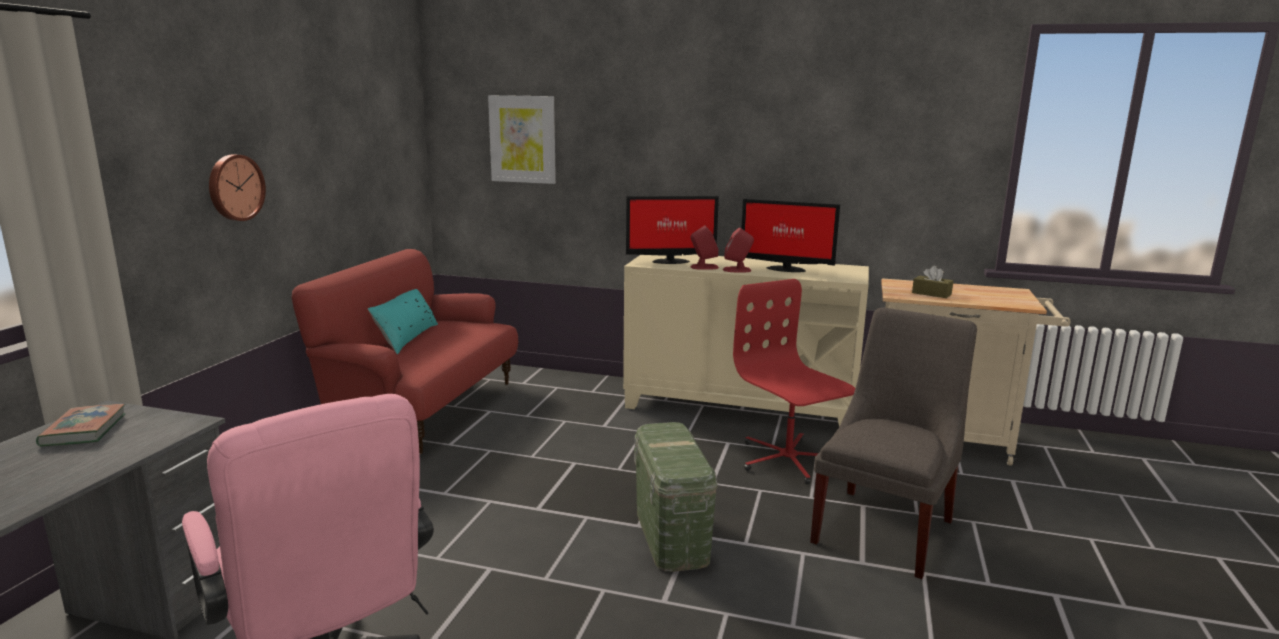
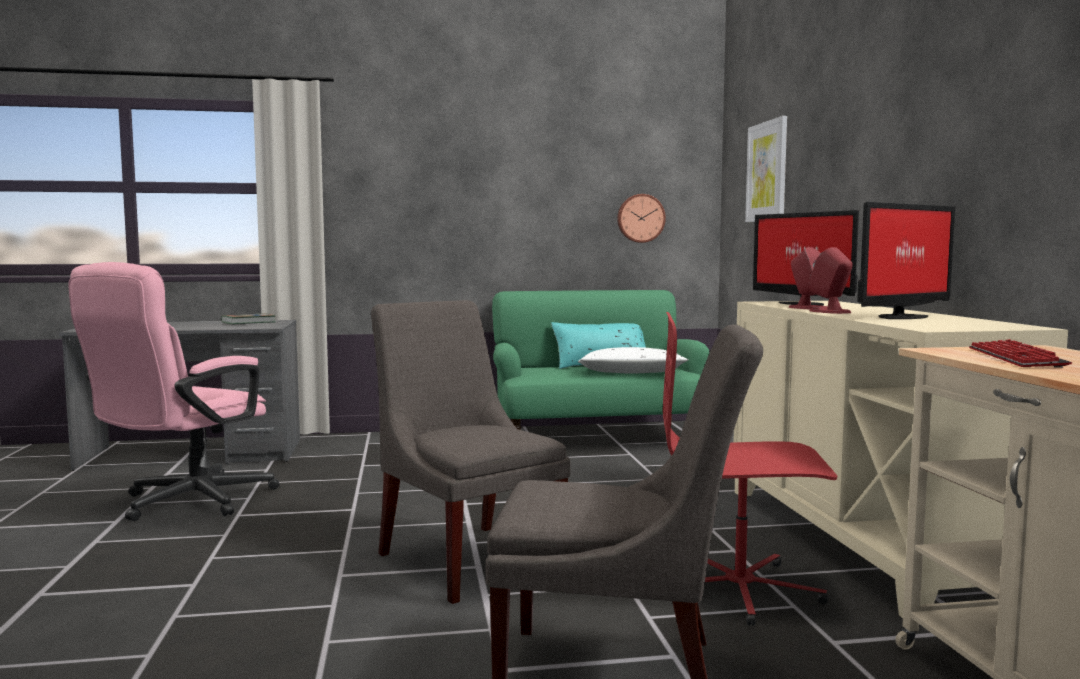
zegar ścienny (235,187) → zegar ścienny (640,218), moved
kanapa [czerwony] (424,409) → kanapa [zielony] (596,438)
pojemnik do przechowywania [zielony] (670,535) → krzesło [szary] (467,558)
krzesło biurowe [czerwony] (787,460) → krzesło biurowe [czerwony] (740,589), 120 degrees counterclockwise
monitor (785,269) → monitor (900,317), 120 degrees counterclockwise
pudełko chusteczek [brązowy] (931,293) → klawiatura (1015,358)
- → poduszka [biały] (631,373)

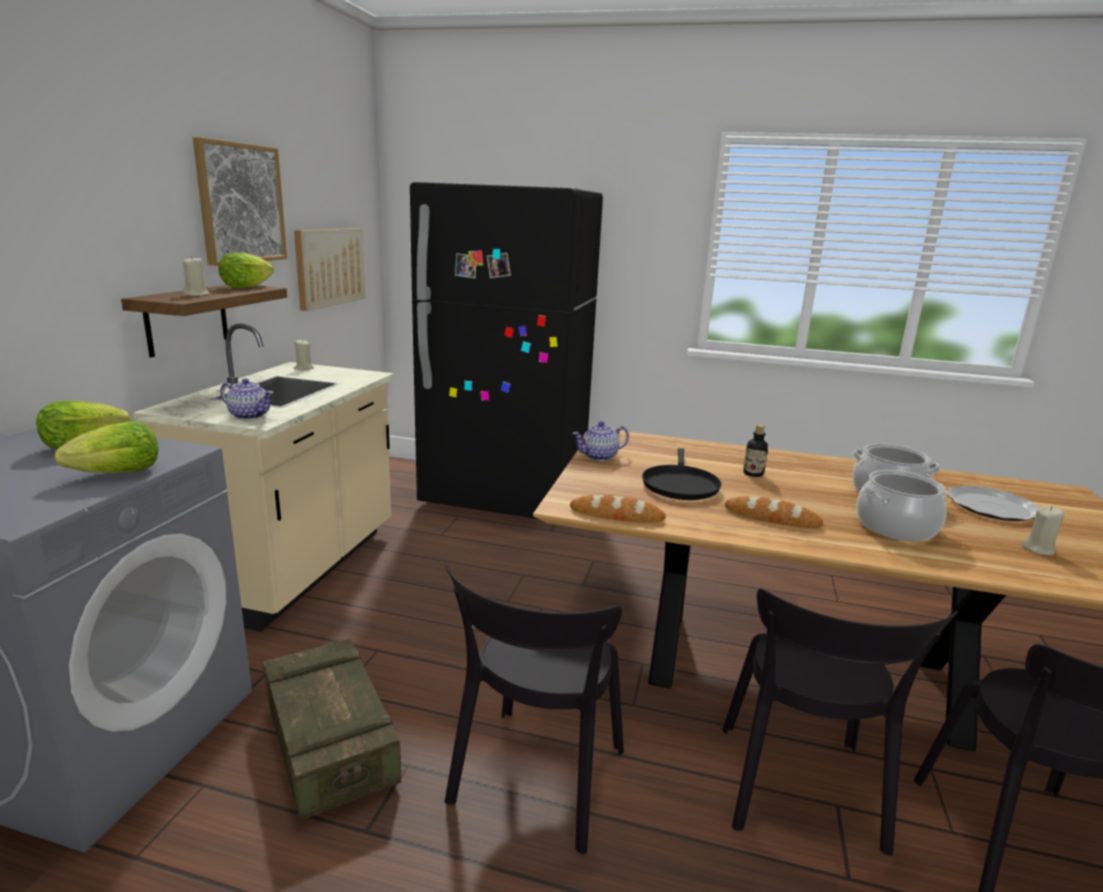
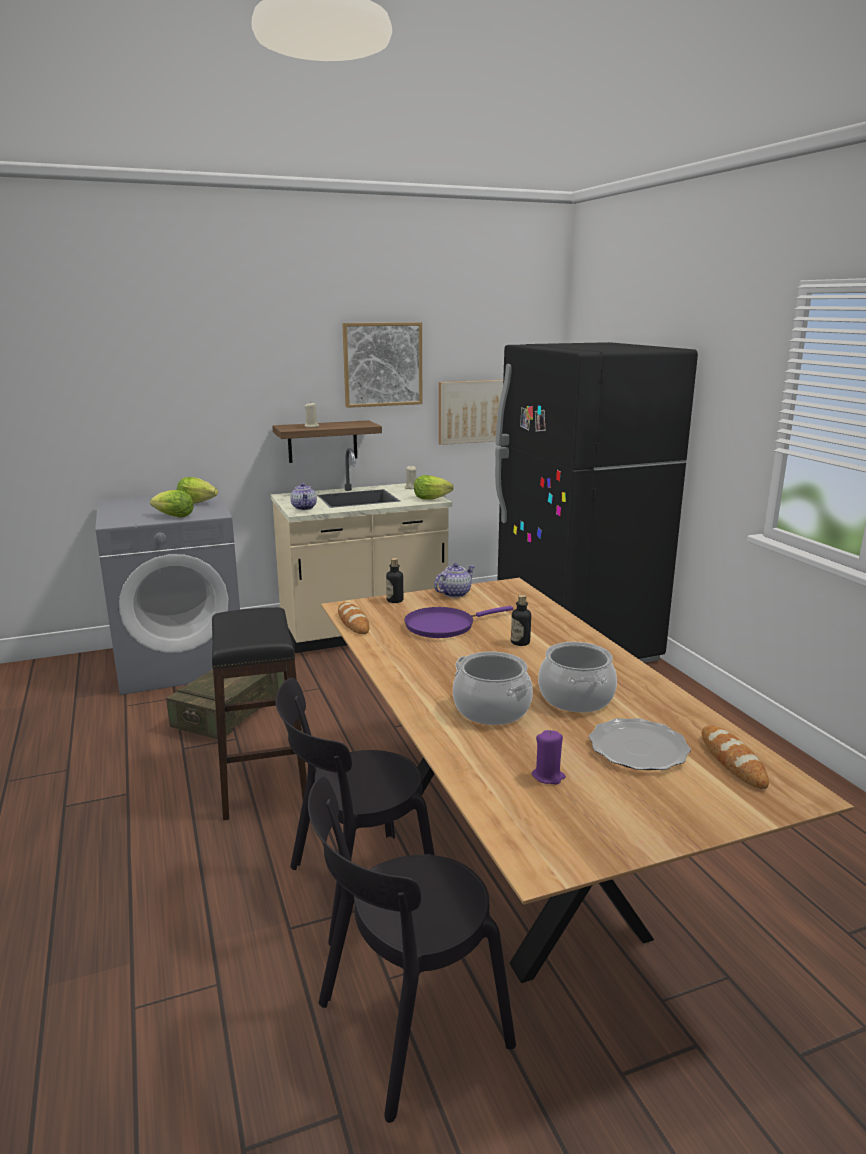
sałata (246,287) → sałata (431,498), moved
krzesło [czarny] (535,782) → stołek [czarny] (262,781)
imbryk (599,456) → imbryk (454,593), 105 degrees clockwise
patelnia [czarny] (679,485) → patelnia [fioletowy] (443,626)
chleb (771,517) → chleb (732,761), moved
świeca [beżowy] (1038,549) → świeca [fioletowy] (548,776)
- → butelka (395,600)

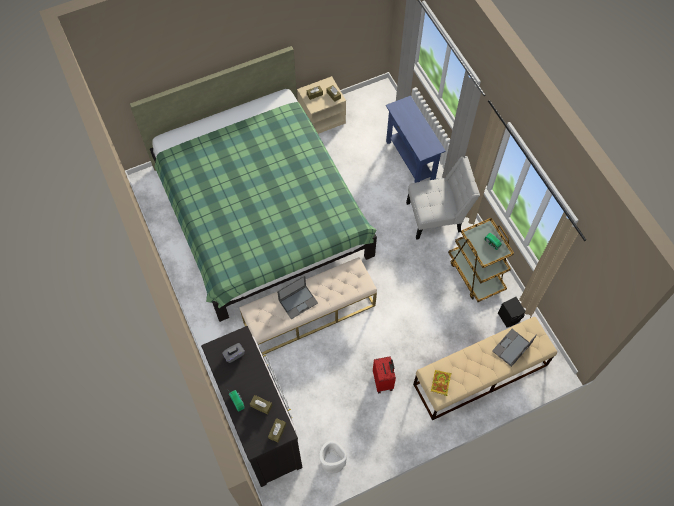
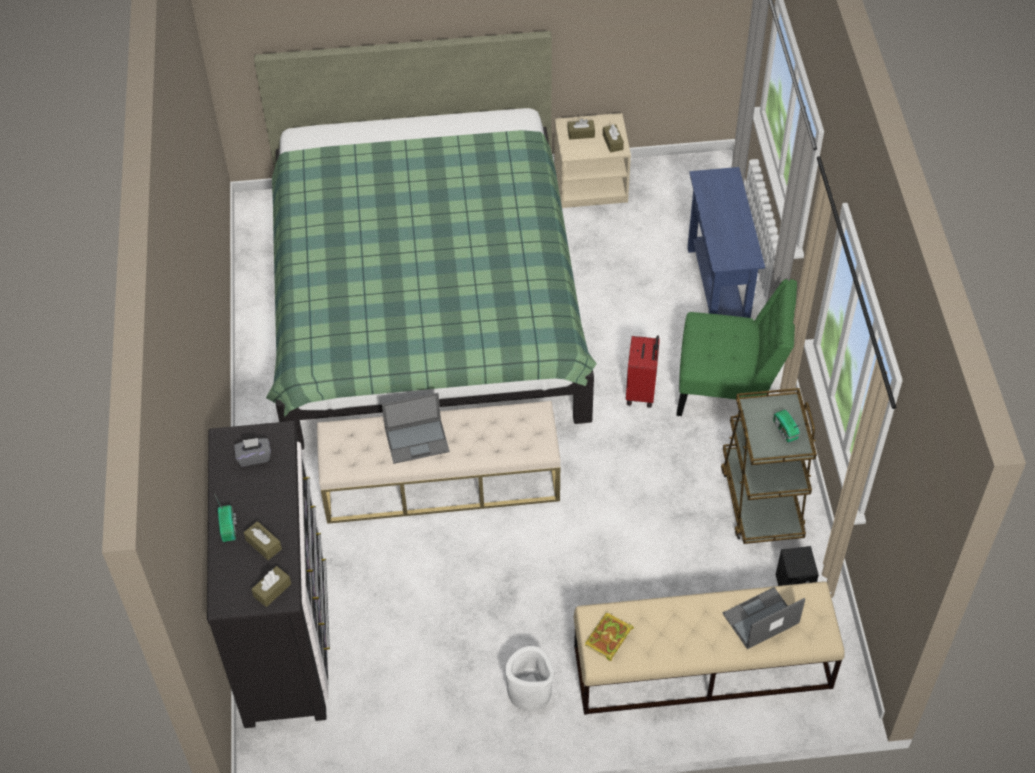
donica [biały] (333,460) → donica [biały] (530,691), moved
walizka [czerwony] (383,381) → walizka [czerwony] (642,392), moved
krzesło [biały] (437,216) → krzesło [zielony] (729,389)

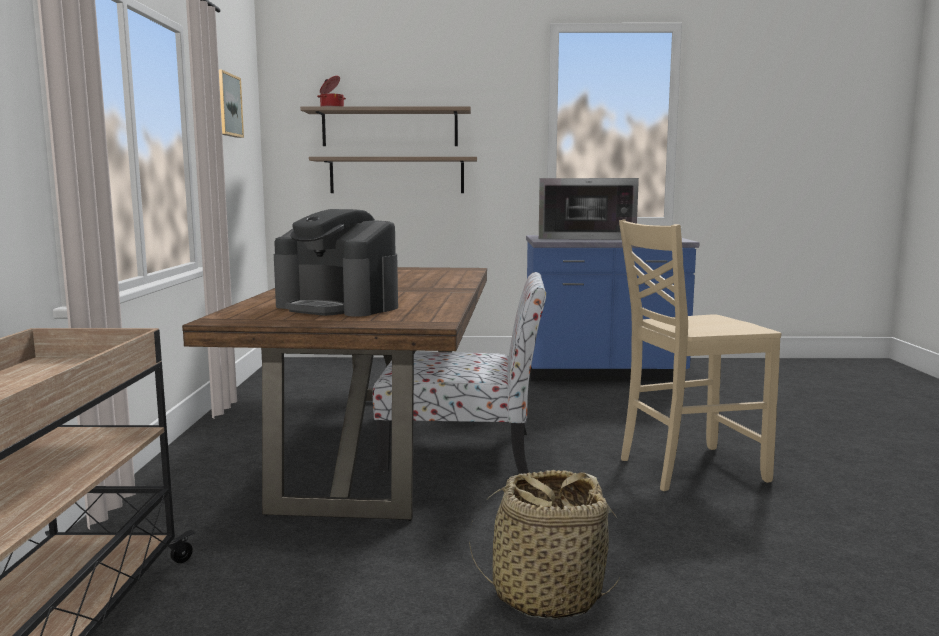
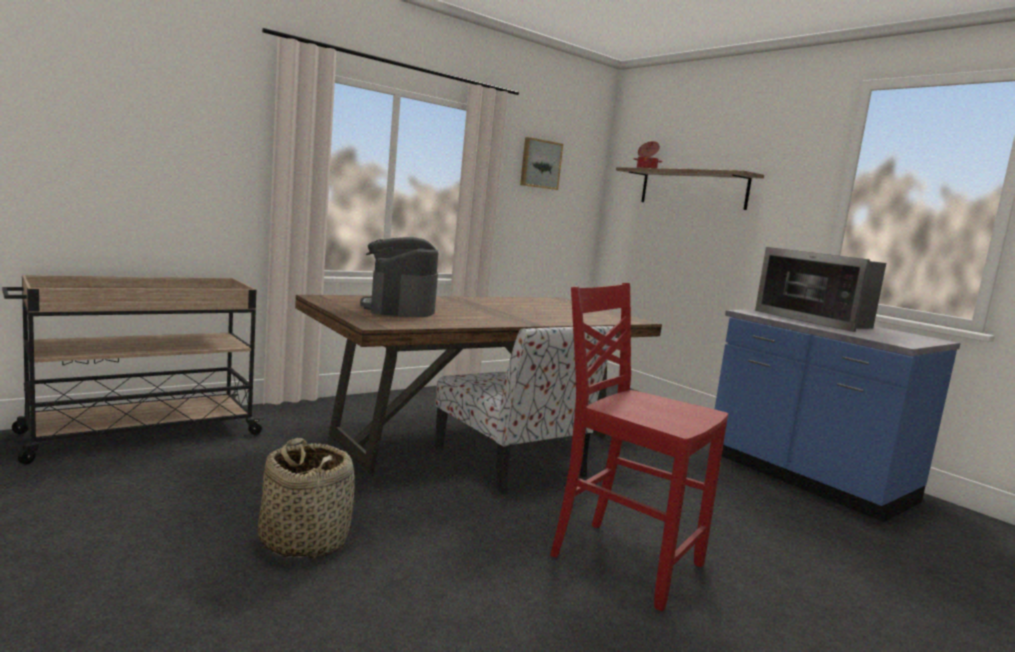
półka (397,175) → -
krzesło [beżowy] (688,469) → krzesło [czerwony] (623,560)

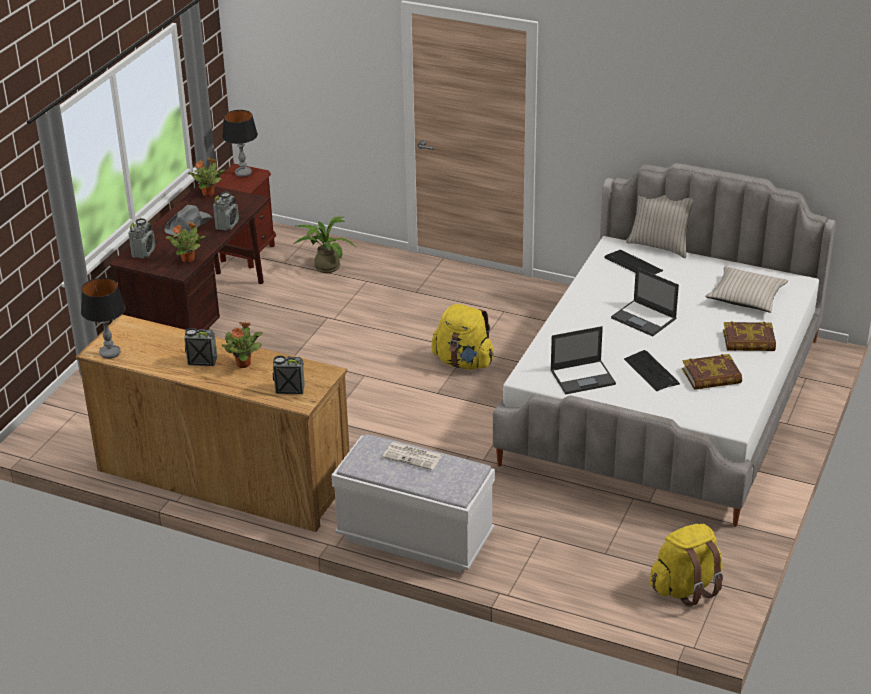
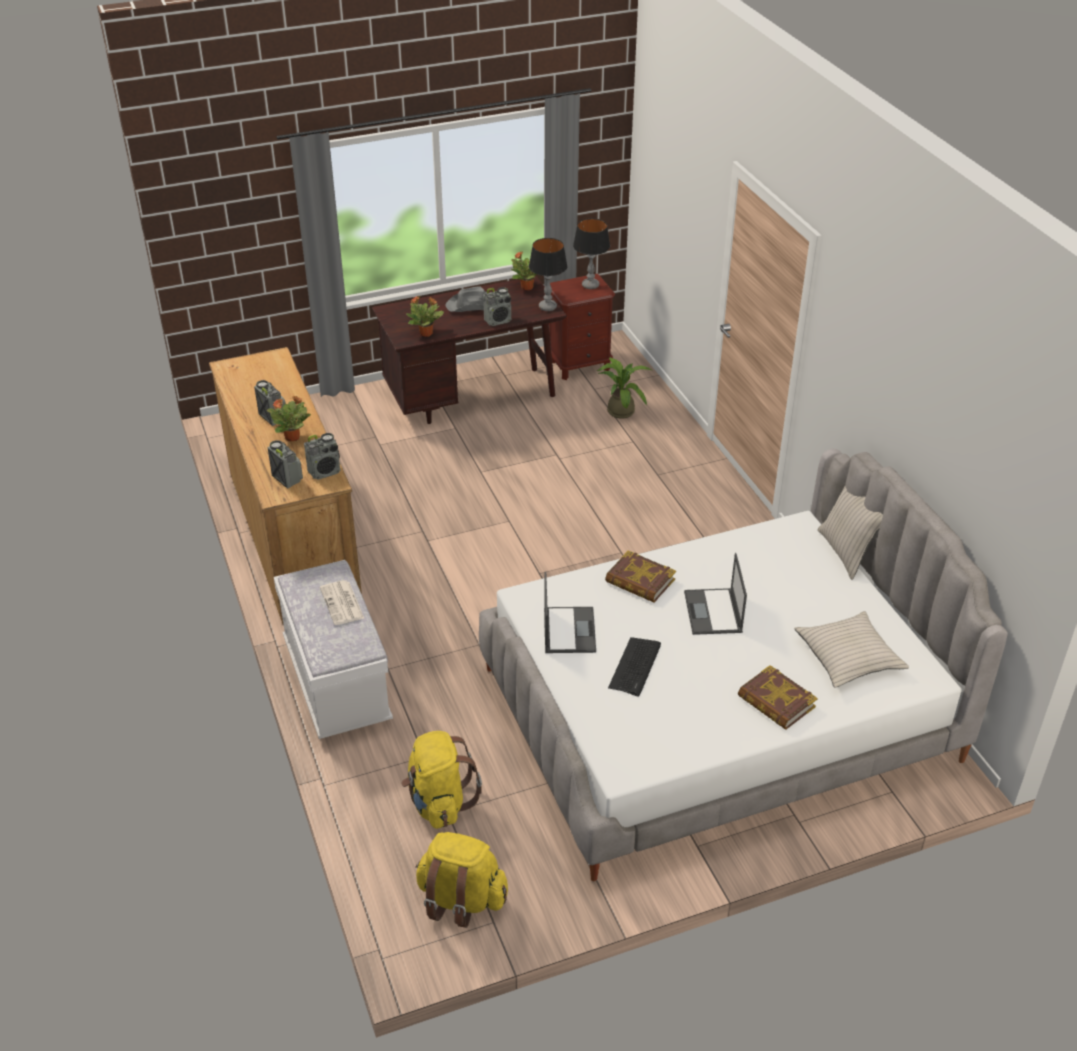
lampa stołowa (110,353) → lampa stołowa (547,307), moved
radio (144,252) → radio (325,472), moved
plecak [żółty] (463,362) → plecak [żółty] (439,802), moved
laptop (583,377) → laptop (569,630), 120 degrees counterclockwise
klawiatura (633,265) → -
książka (711,376) → książka (640,581), moved

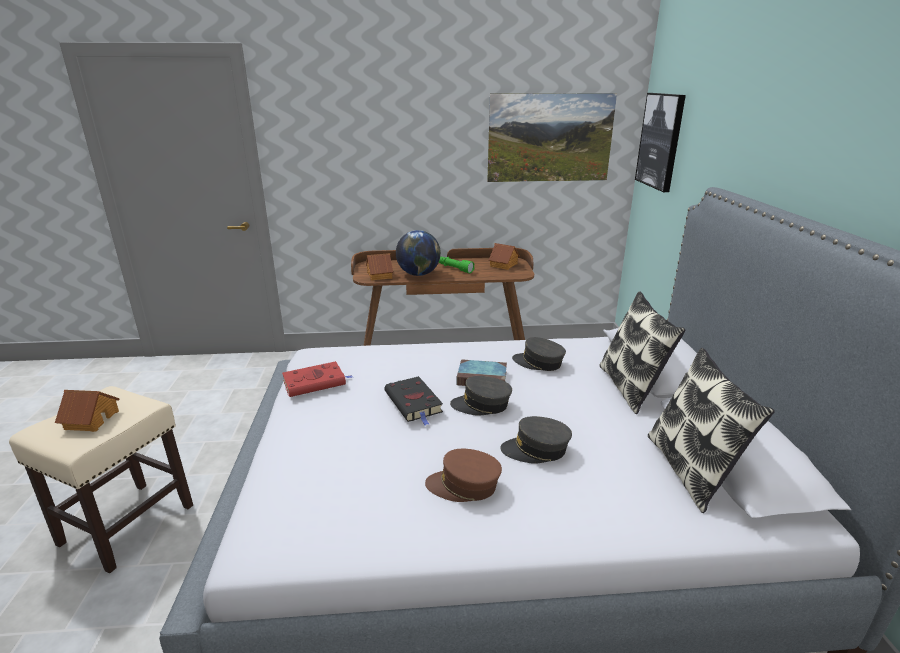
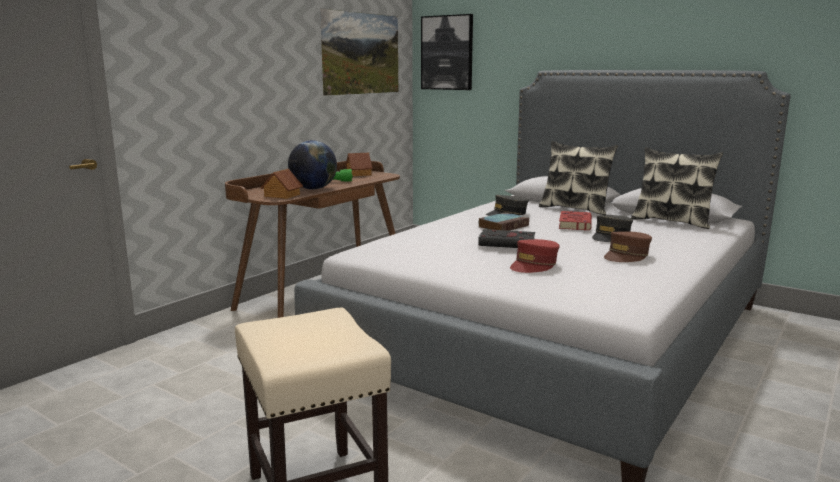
domek (91,420) → -
książka [czerwony] (316,382) → książka [czerwony] (574,224), moved
czapka z daszkiem [szary] (481,405) → -
- → czapka z daszkiem [czerwony] (534,265)

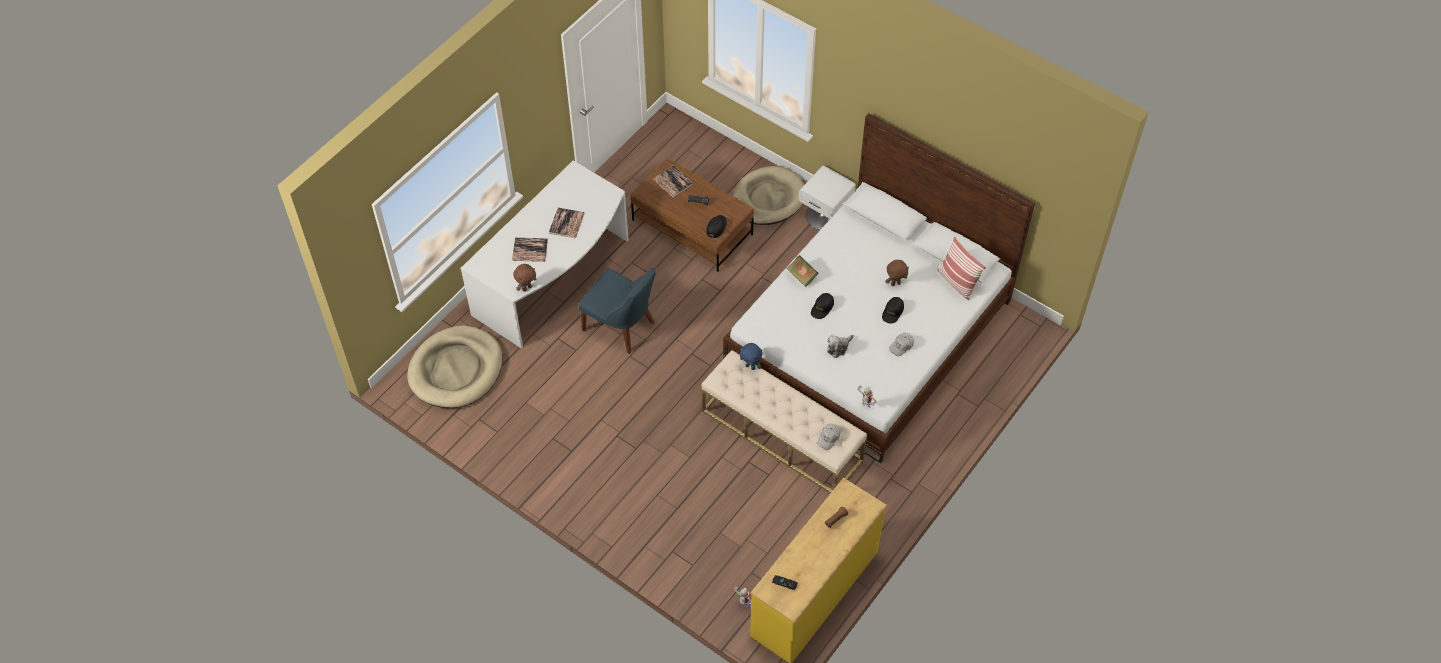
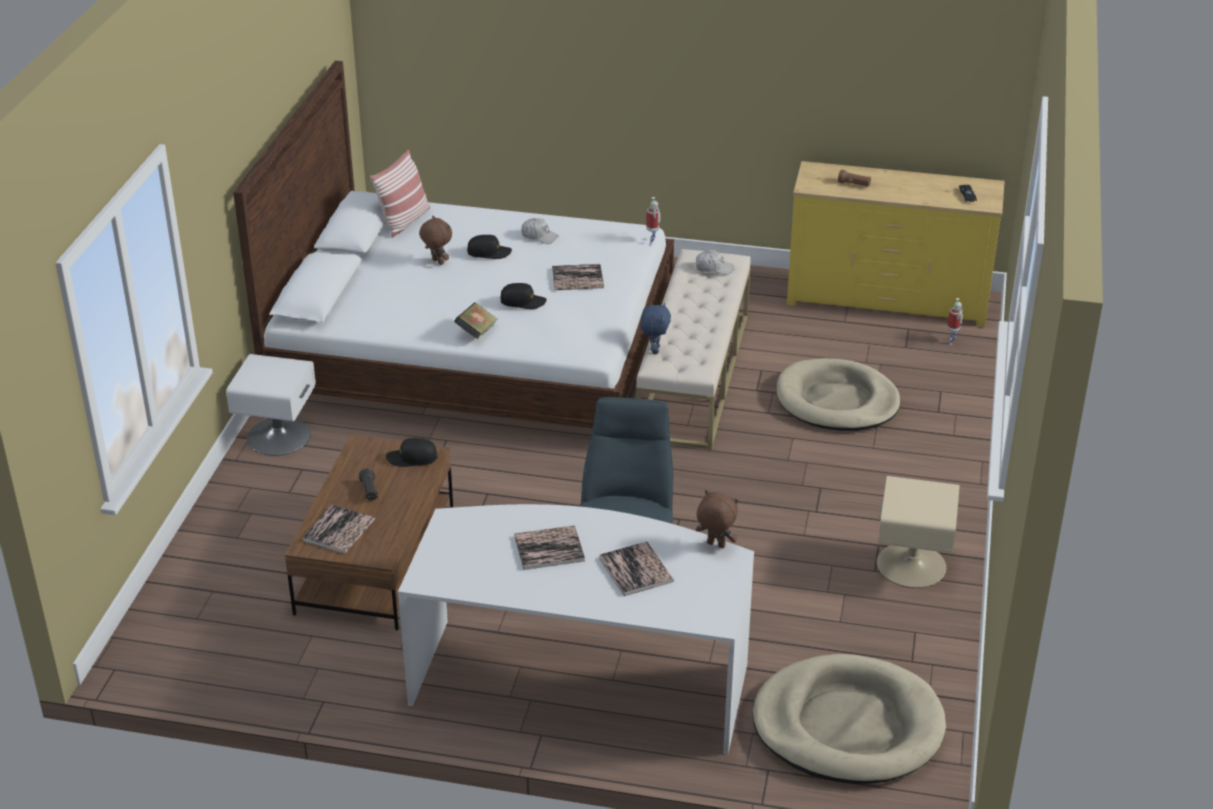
legowisko [beżowy] (768,198) → legowisko [beżowy] (837,401), moved
pluszak (838,347) → książka (577,278)
- → szafka nocna [beżowy] (912,565)

